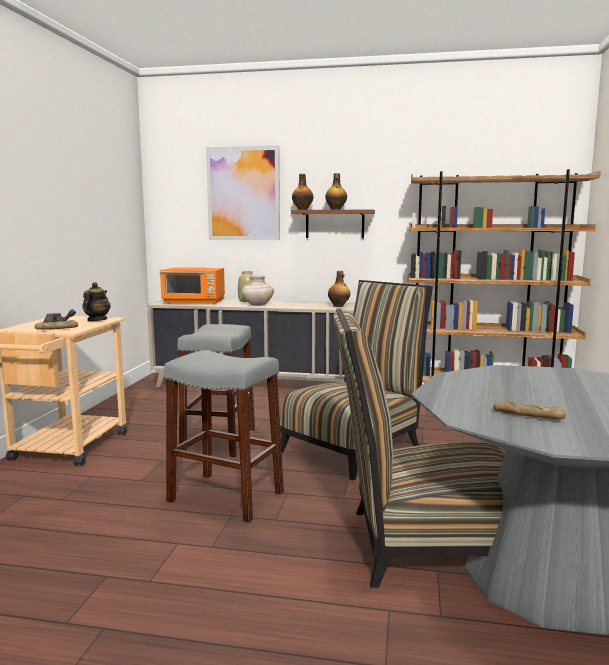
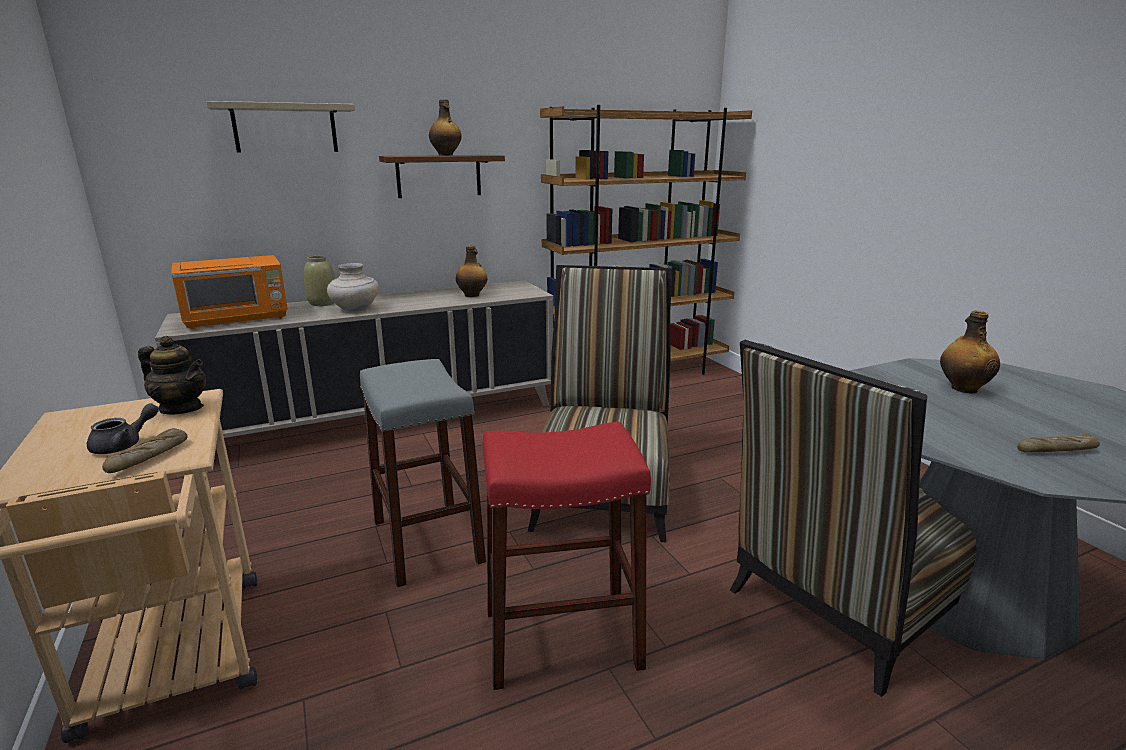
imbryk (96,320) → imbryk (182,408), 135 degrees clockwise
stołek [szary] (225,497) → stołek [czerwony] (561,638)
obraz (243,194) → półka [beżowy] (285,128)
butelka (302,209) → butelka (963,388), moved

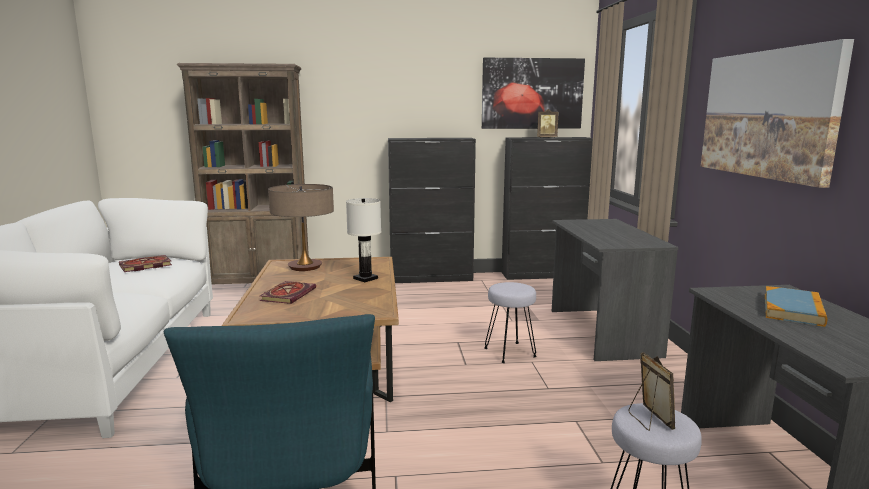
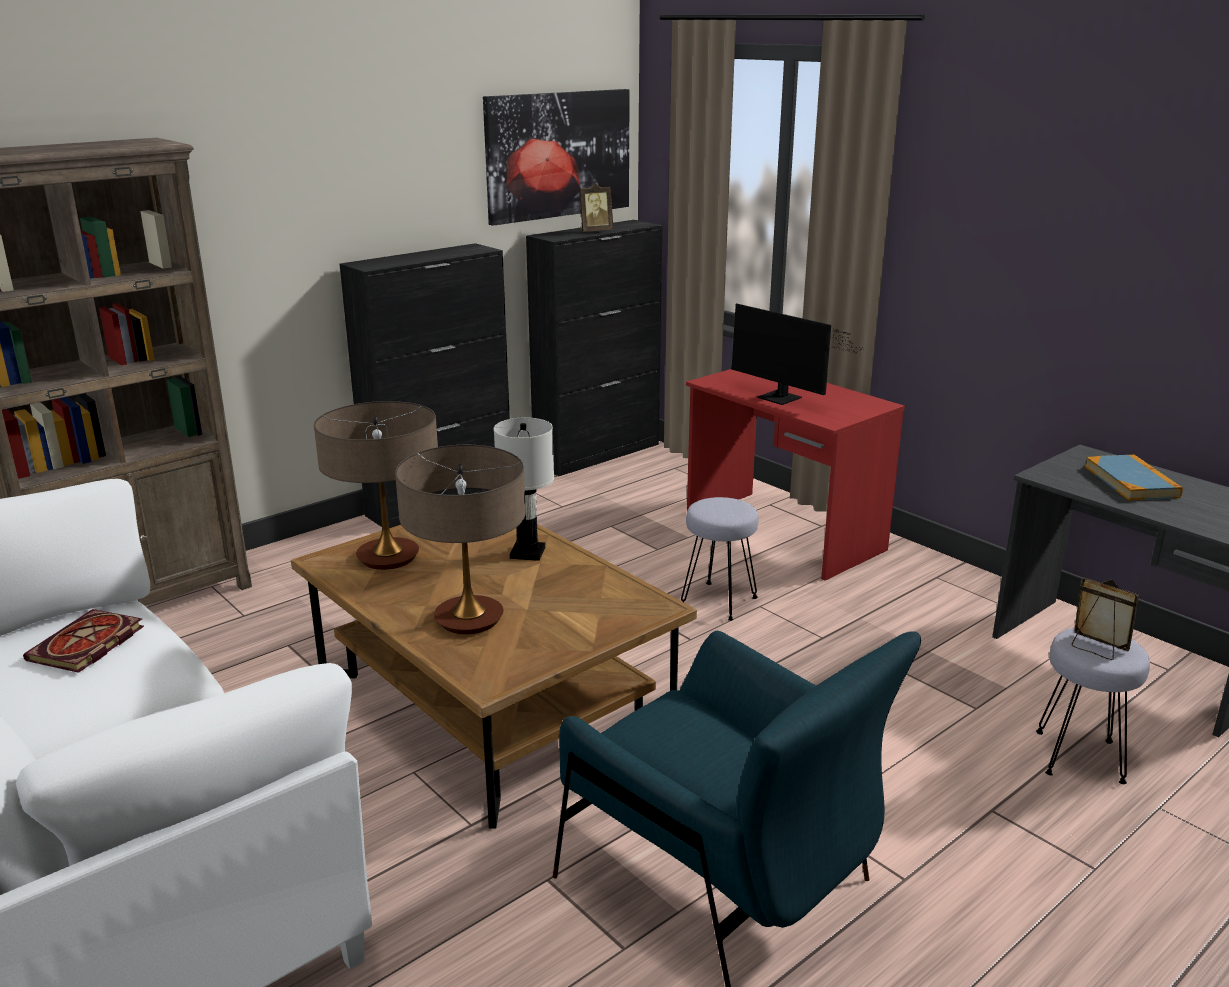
książka (288,294) → lampa stołowa (469,619)
biurko [szary] (601,332) → biurko [czerwony] (782,534)
obraz (767,114) → -
- → monitor (783,399)

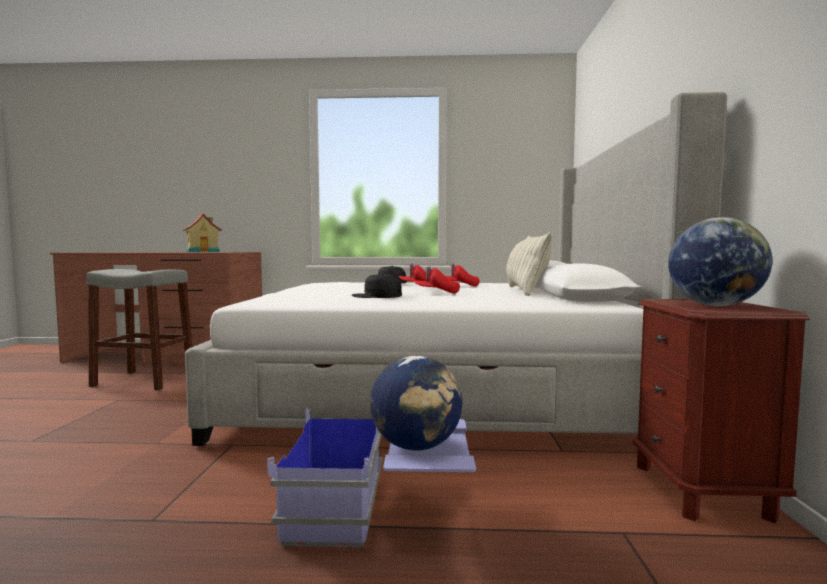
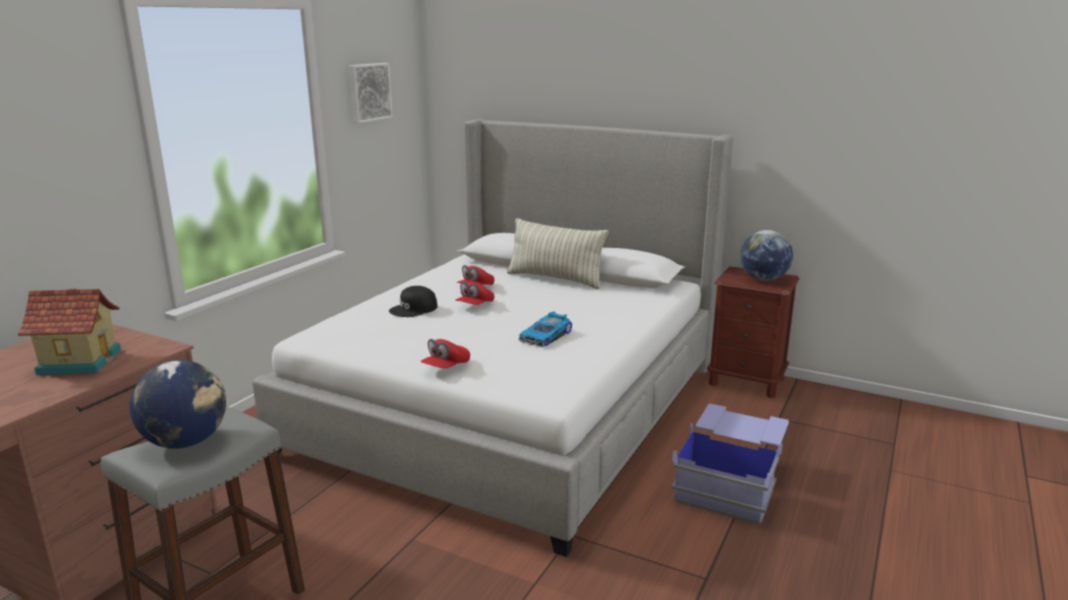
czapka z daszkiem [czarny] (377,296) → samochodzik (547,336)
globus (416,446) → globus (186,442), moved
czapka z daszkiem [czerwony] (436,293) → czapka z daszkiem [czerwony] (446,367), moved
- → obraz (368,92)

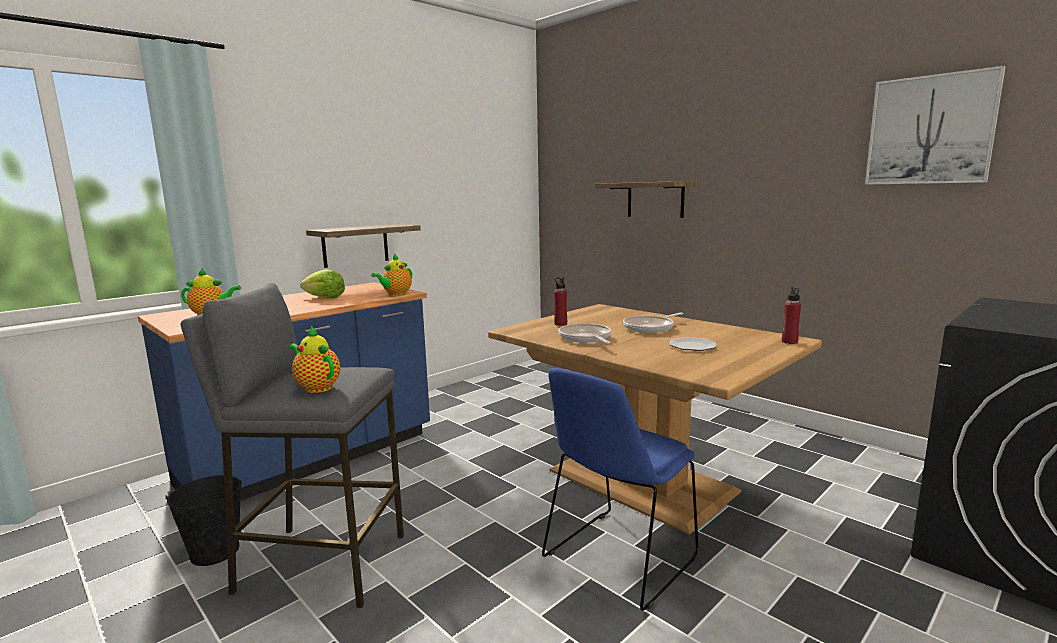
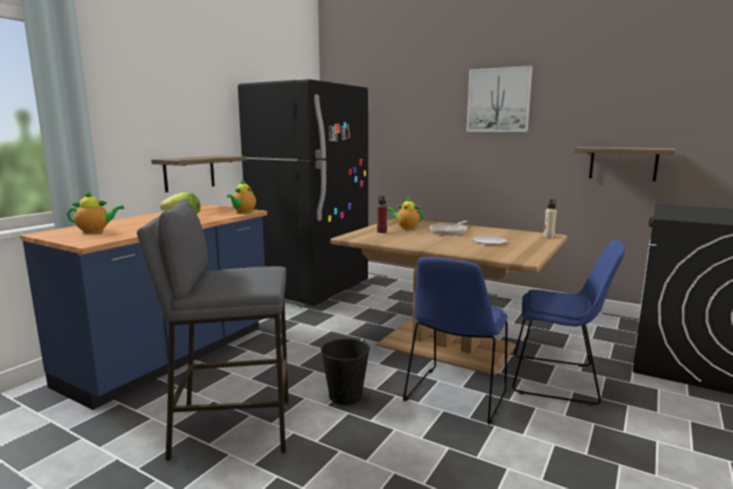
wiadro [czarny] (214,551) → wiadro [czarny] (345,395), moved
imbryk (316,387) → imbryk (406,228), moved
patelnia (586,338) → -
półka (655,199) → półka (623,163), moved
butelka [czerwony] (789,342) → butelka [beżowy] (548,237)
obraz (930,130) → obraz (498,100), moved
- → lodówka [czarny] (311,290)
- → krzesło [niebieski] (558,380)

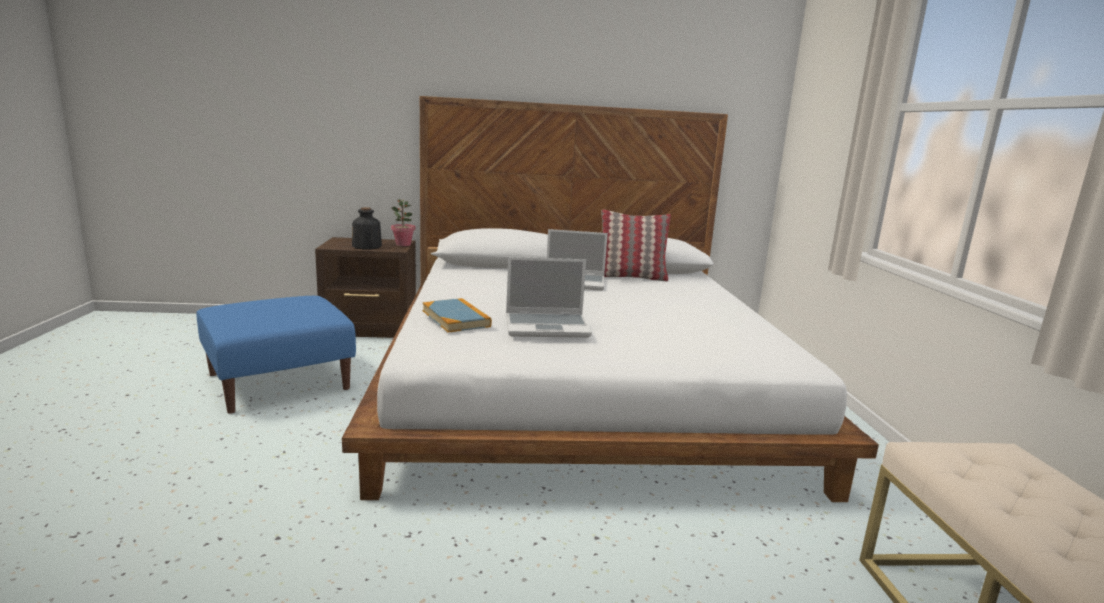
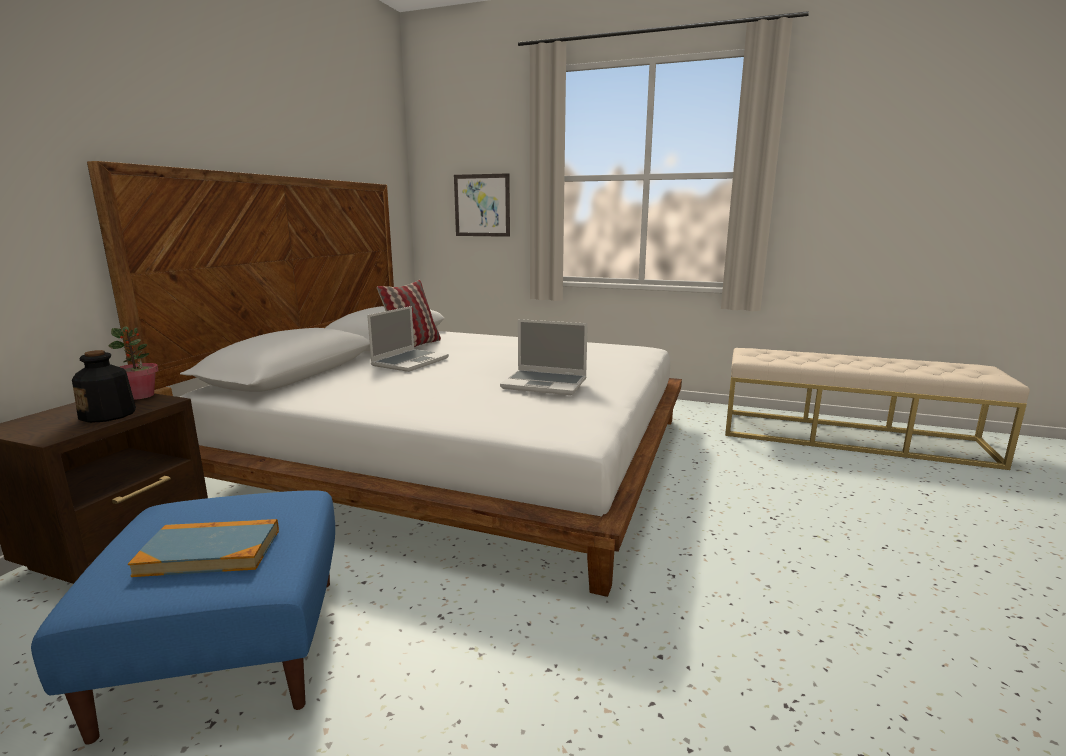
książka (456,318) → książka (210,552), moved
laptop (548,327) → laptop (545,384), 90 degrees clockwise
- → obraz (482,205)

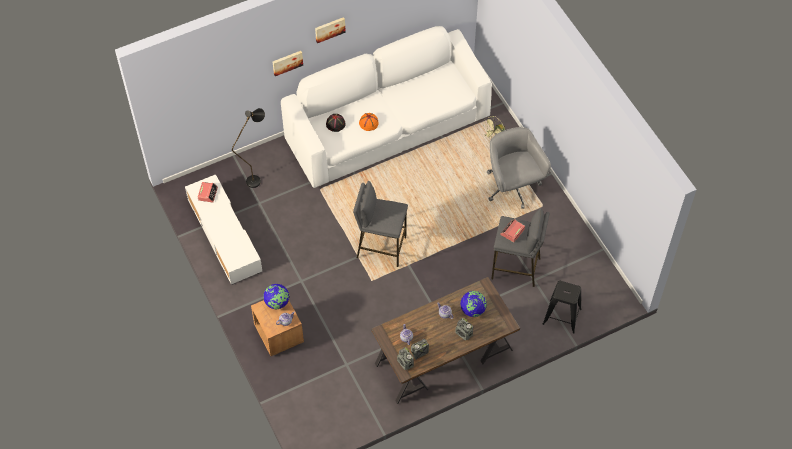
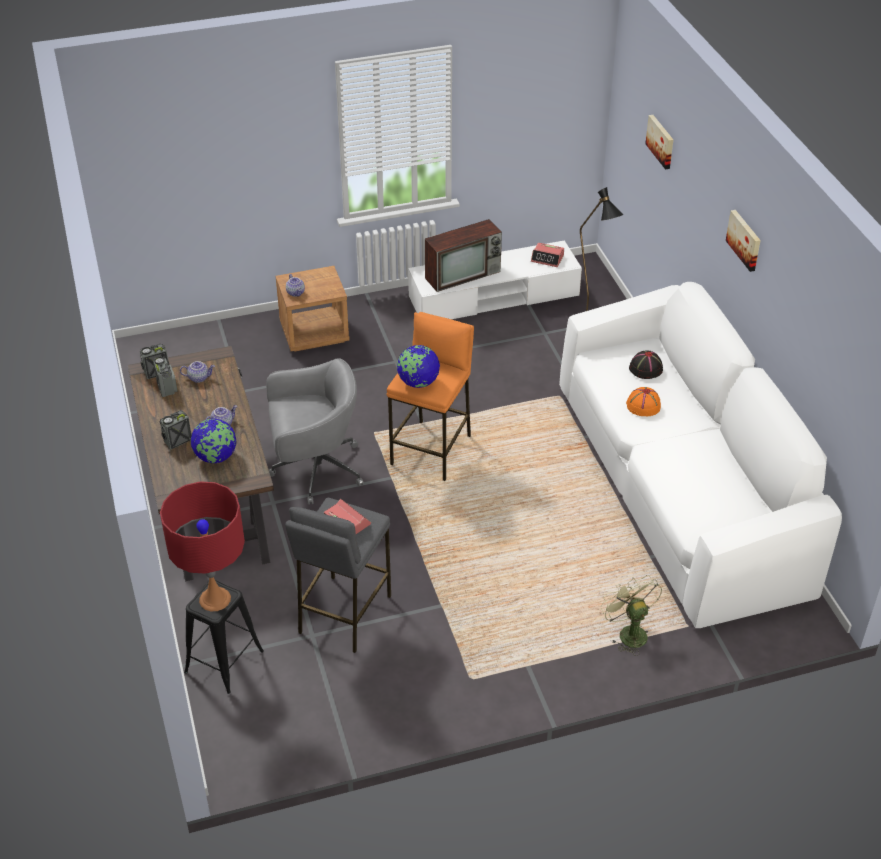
globus (277,302) → globus (418,382), moved
obraz (287,62) → obraz (661,141), moved
stołek [szary] (381,247) → stołek [pomarańczowy] (432,450)
krzesło biurowe [szary] (512,187) → krzesło biurowe [szary] (315,470), moved
- → lampa stołowa [czerwony] (215,599)
- → telewizor (464,274)

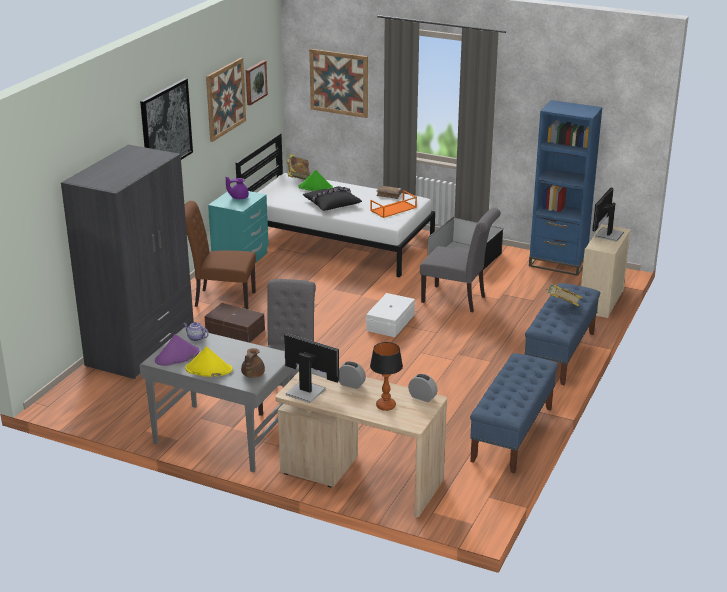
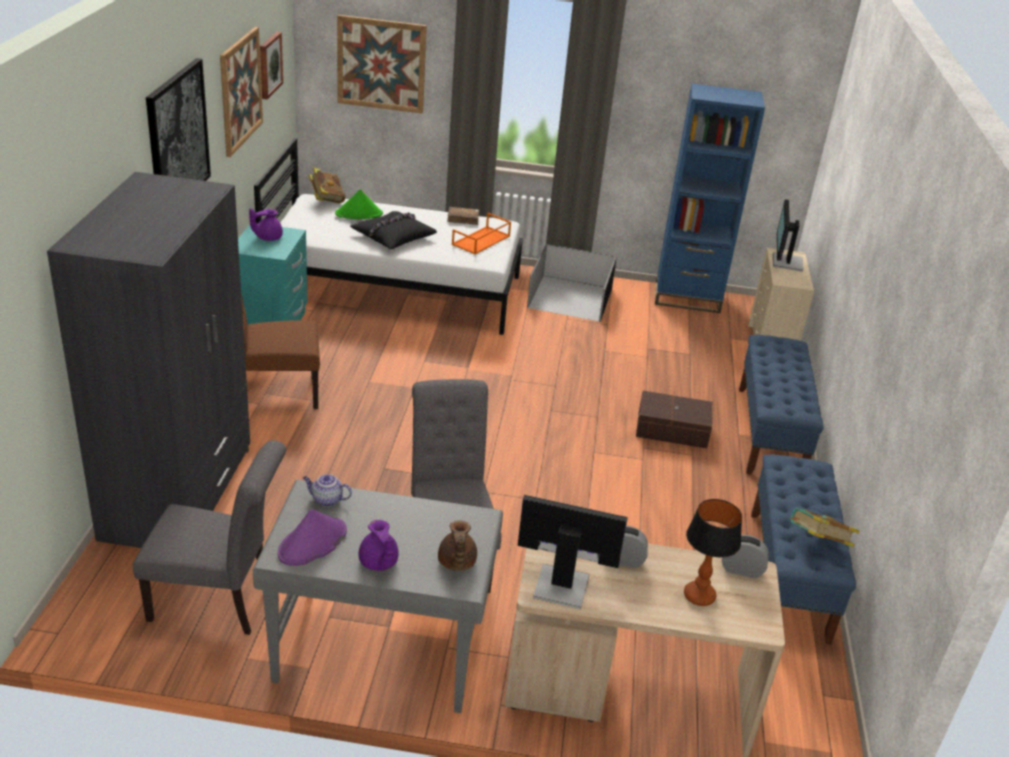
kapelusz [żółty] (208,369) → imbryk [fioletowy] (378,563)
pojemnik do przechowywania [brązowy] (235,331) → pojemnik do przechowywania [brązowy] (672,430), moved
pojemnik do przechowywania [biały] (391,322) → -
krzesło [szary] (457,300) → krzesło [szary] (219,603), moved
książka (562,306) → książka (817,543), moved

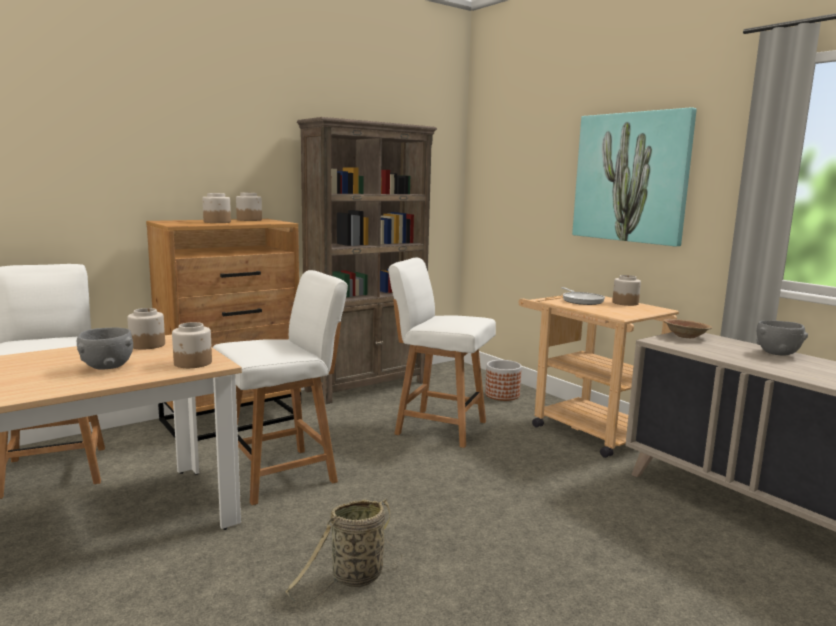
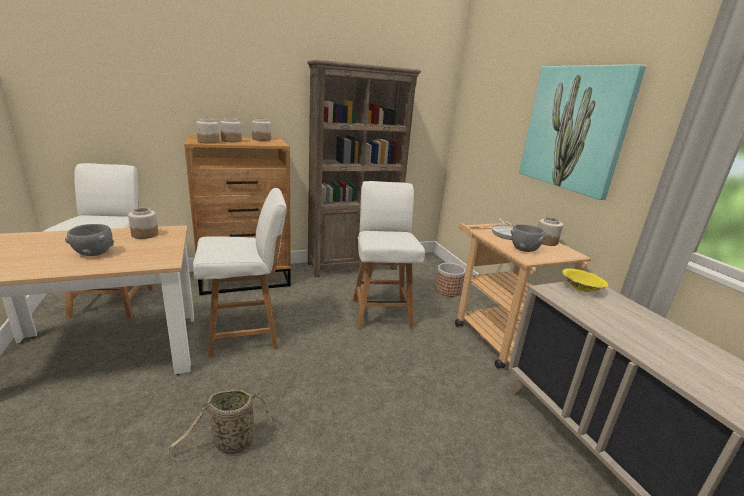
słoik (193,363) → słoik (208,142), moved
krzesło [biały] (439,427) → krzesło [biały] (381,312), 45 degrees clockwise
miska [brązowy] (685,336) → miska [żółty] (581,288)
miska [szary] (777,353) → miska [szary] (524,250), moved

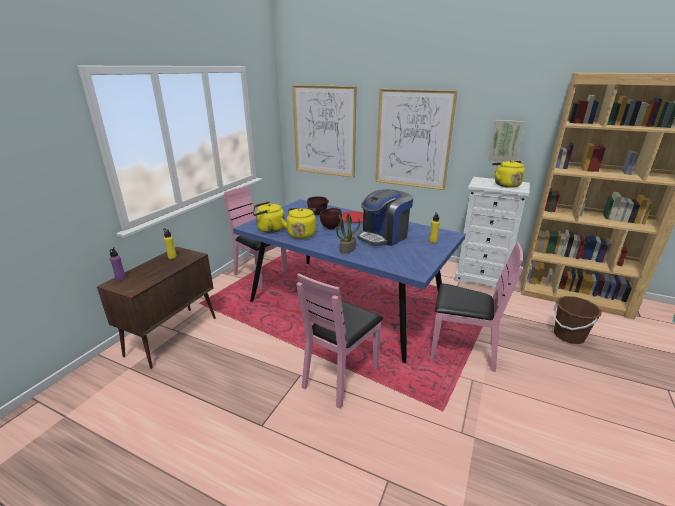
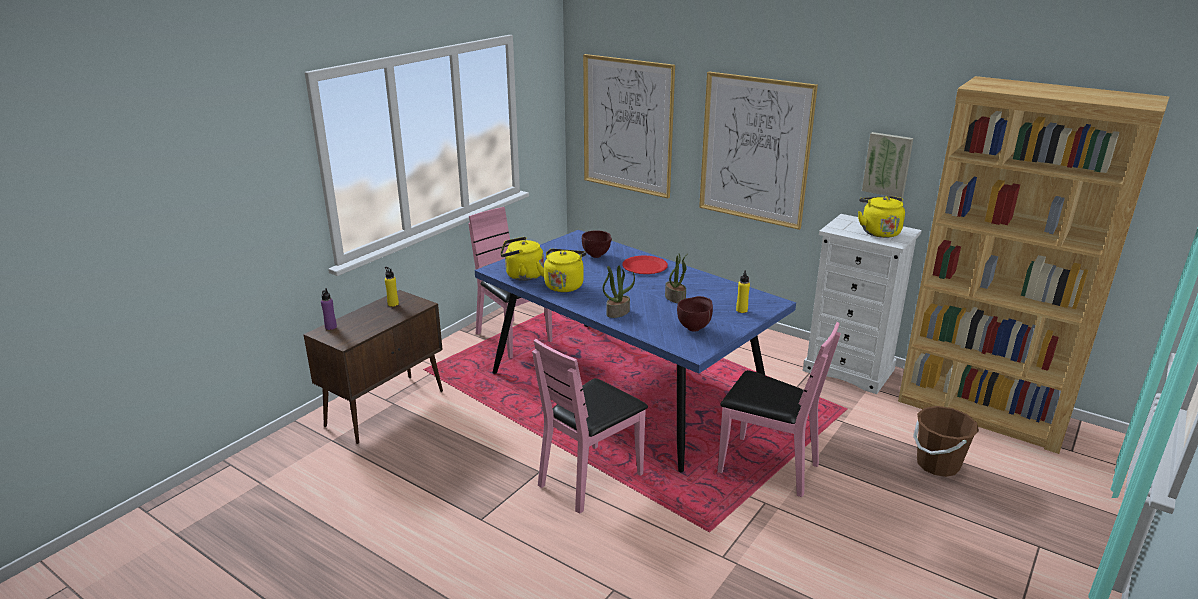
miska [brązowy] (331,227) → miska [brązowy] (694,328), moved
ekspres do kawy (384,236) → roślina doniczkowa (675,298)

